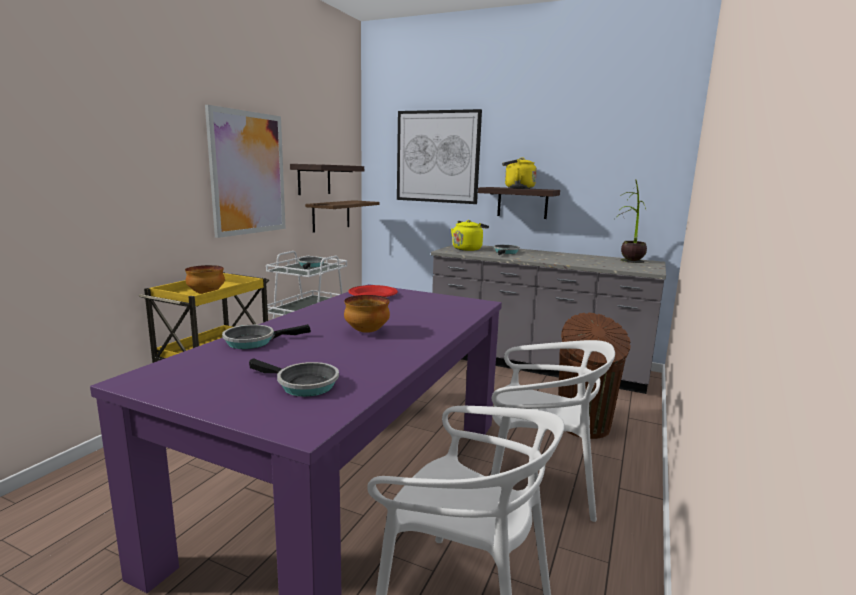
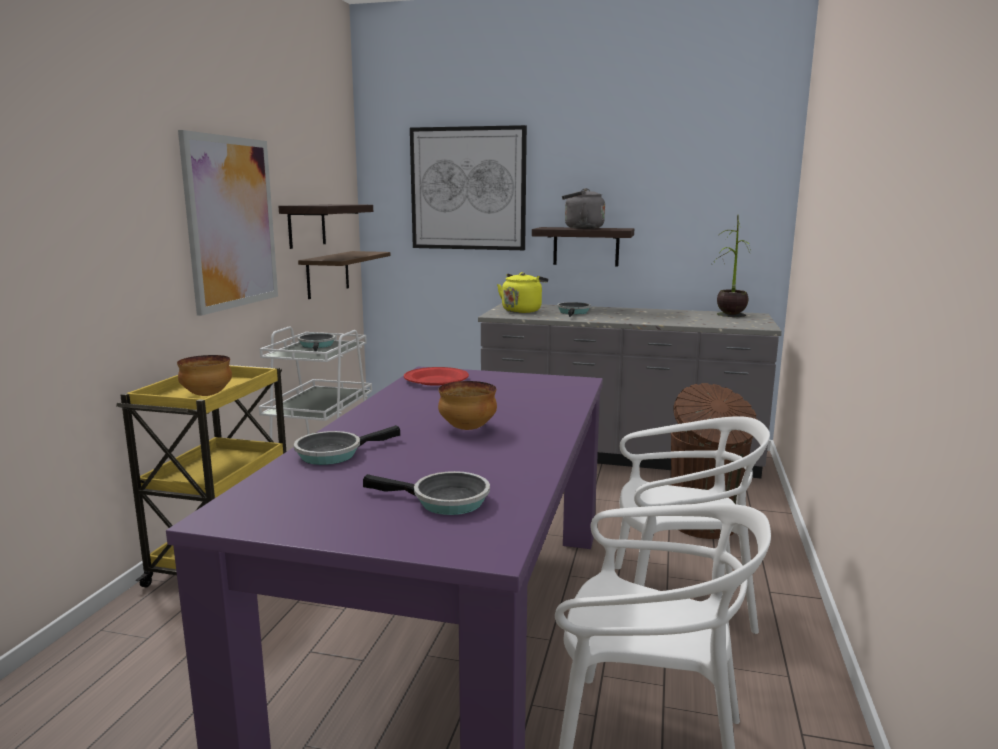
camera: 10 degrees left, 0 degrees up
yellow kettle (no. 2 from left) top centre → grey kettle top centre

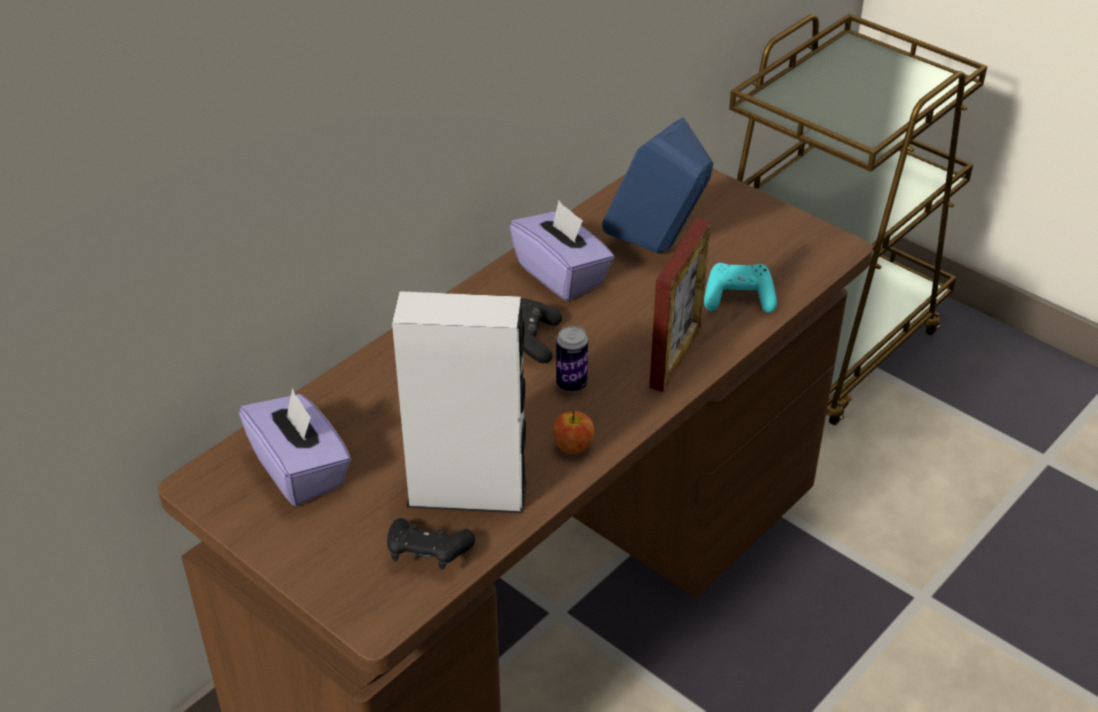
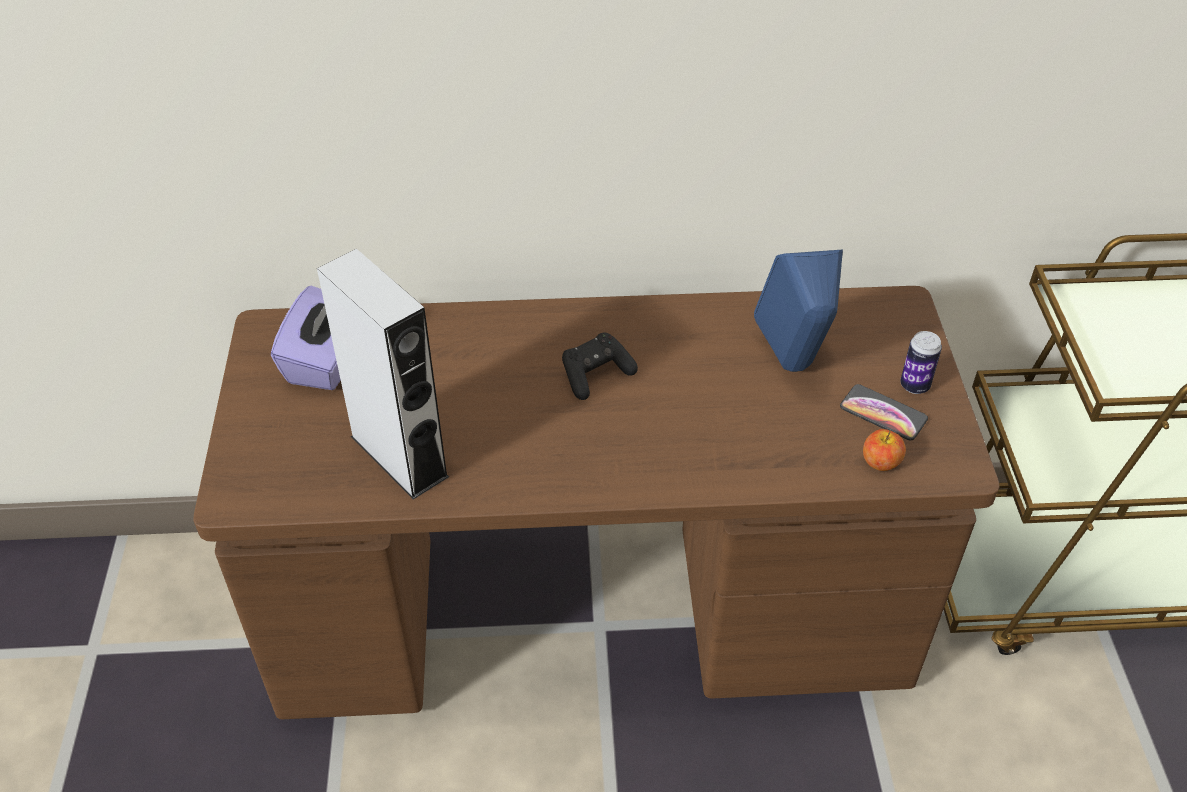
camera: 45 degrees right, 5 degrees up
black game controller (no. 1 from left) bottom centre → -
purple tissue box (no. 2 from left) centre → -
picture frame centre → -
turquoise game controller middle right → -
- → phone middle right
apple centre → apple middle right, shifted
can centre → can middle right, shifted

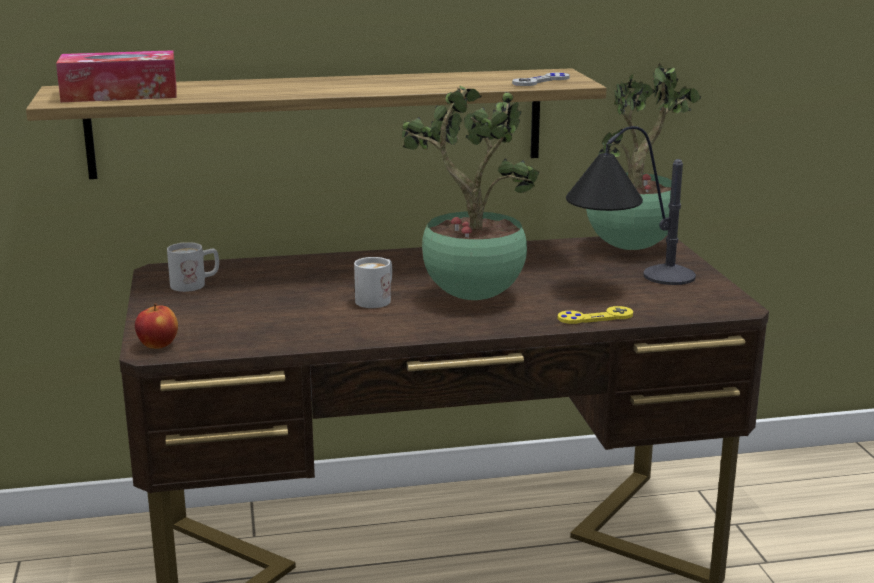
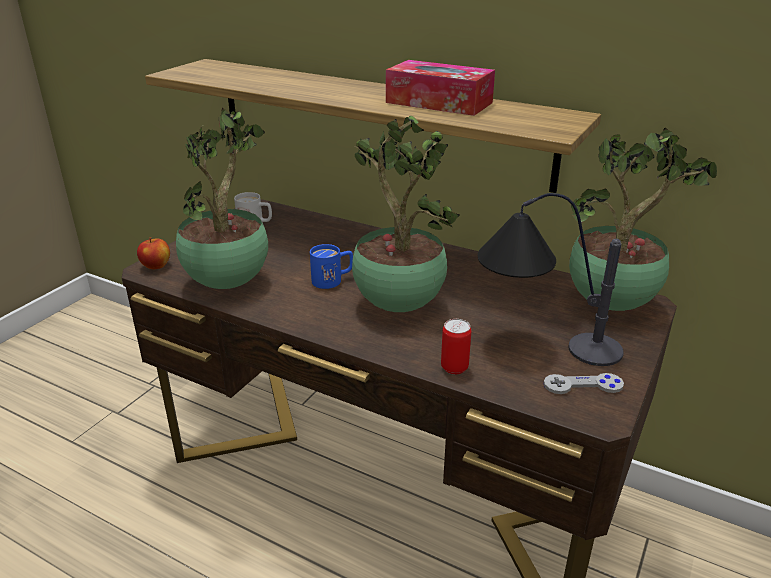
camera: 40 degrees right, 10 degrees up
- → potted plant (no. 1 from left) middle left
tissue box top left → tissue box top centre, shifted
grey game controller top centre → grey game controller middle right, shifted
yellow game controller middle right → can centre
white mug (no. 2 from left) centre → blue mug centre

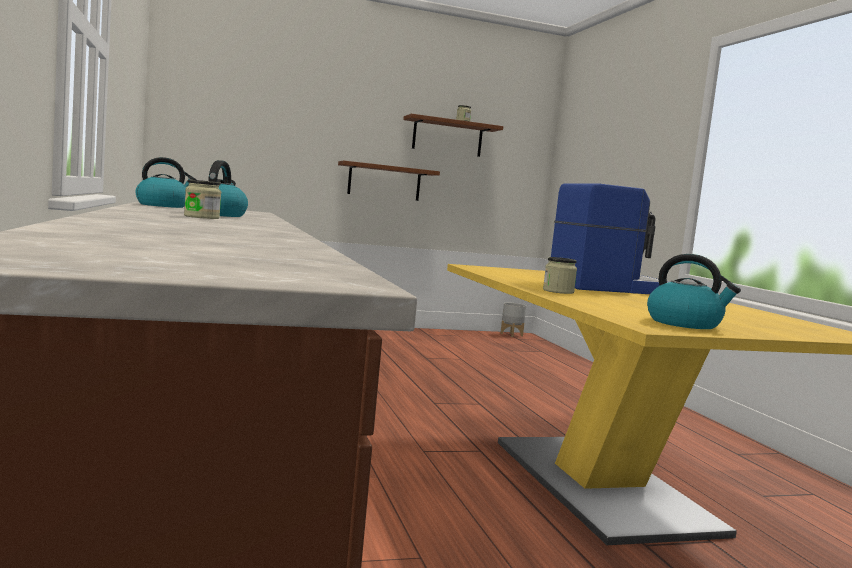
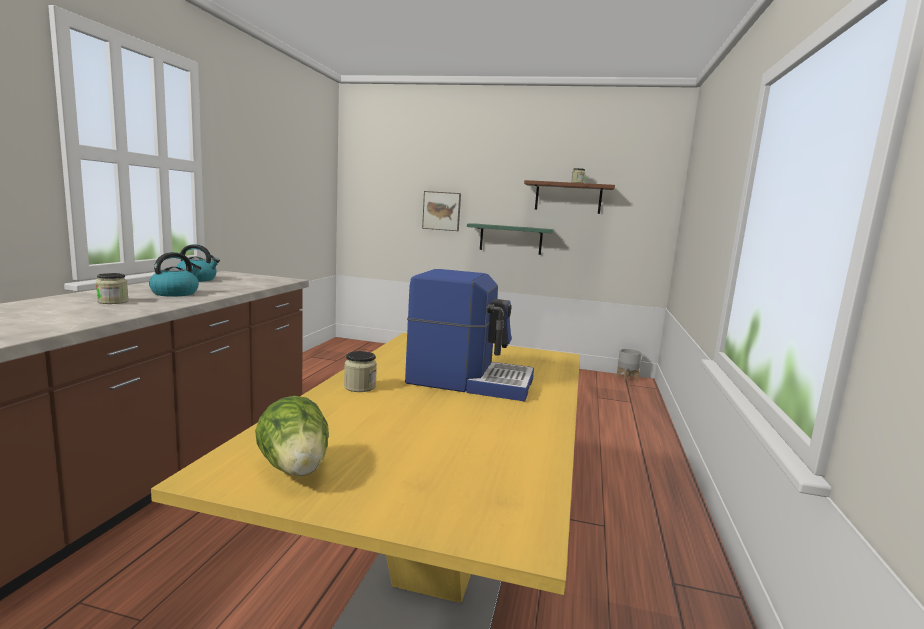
camera: 30 degrees right, 5 degrees up
- → picture centre
kettle (no. 3 from left) middle right → lettuce bottom left
brown shelf (no. 1 from left) top centre → green shelf centre

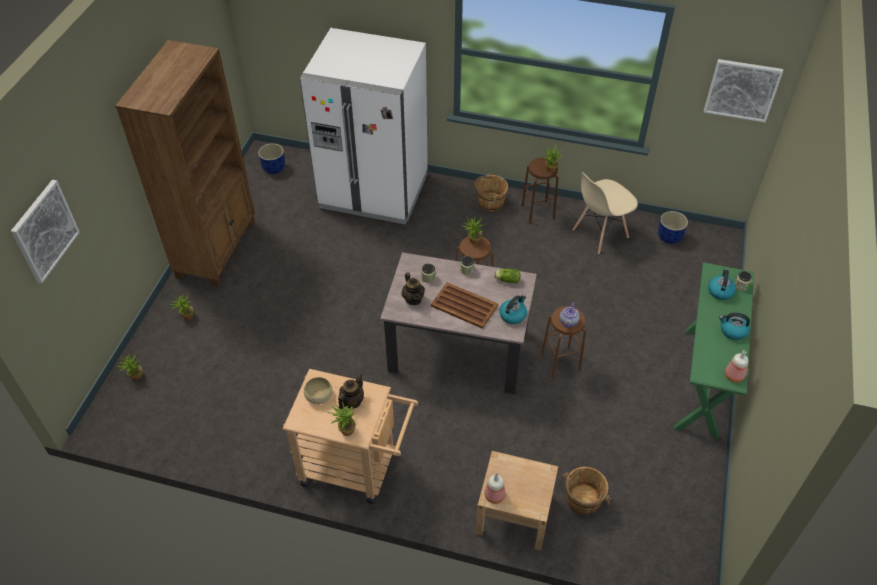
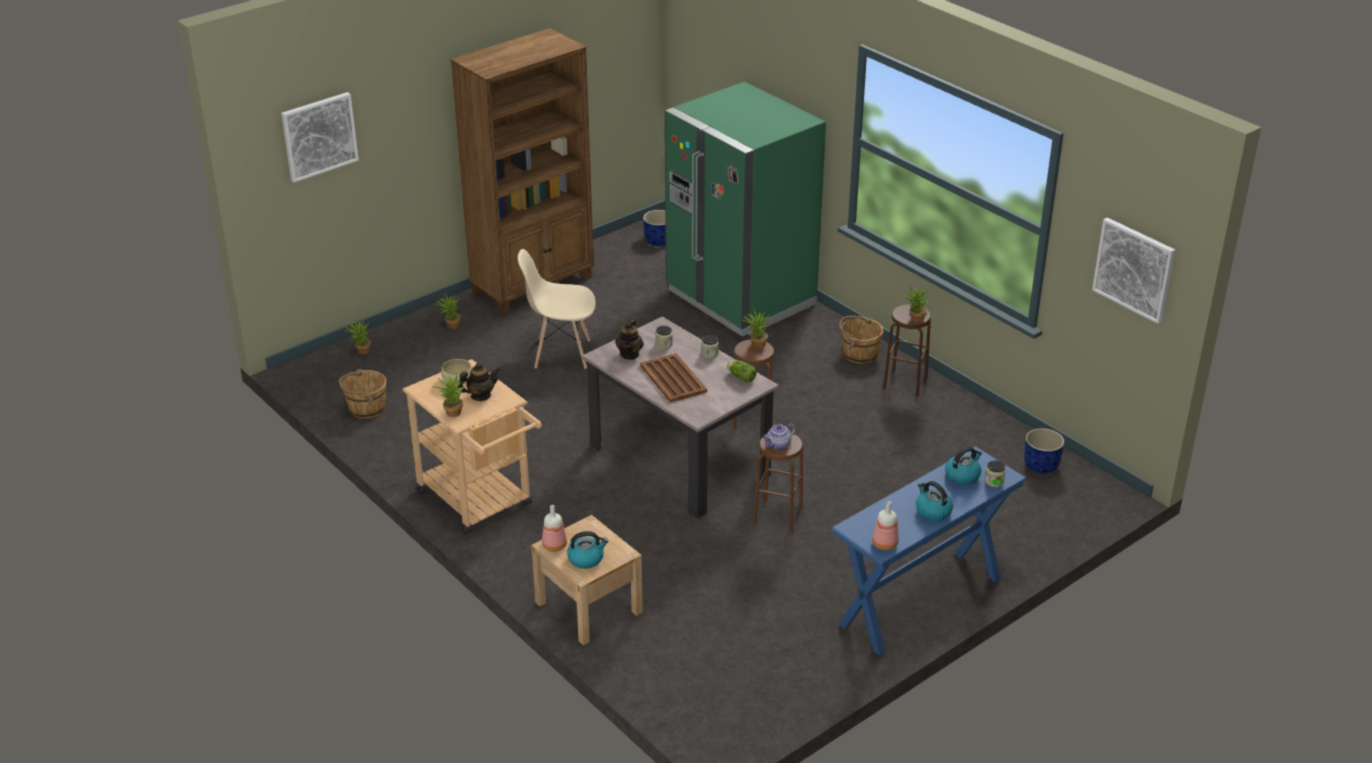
camera: 35 degrees right, 15 degrees down
kettle (no. 1 from left) centre → kettle (no. 1 from left) bottom centre, shifted
brown bucket (no. 2 from left in the first image) bottom right → brown bucket (no. 1 from left) middle left, shifted
beige chair middle right → beige chair centre, shifted
white fridge top centre → green fridge top centre
green console table middle right → blue console table bottom right

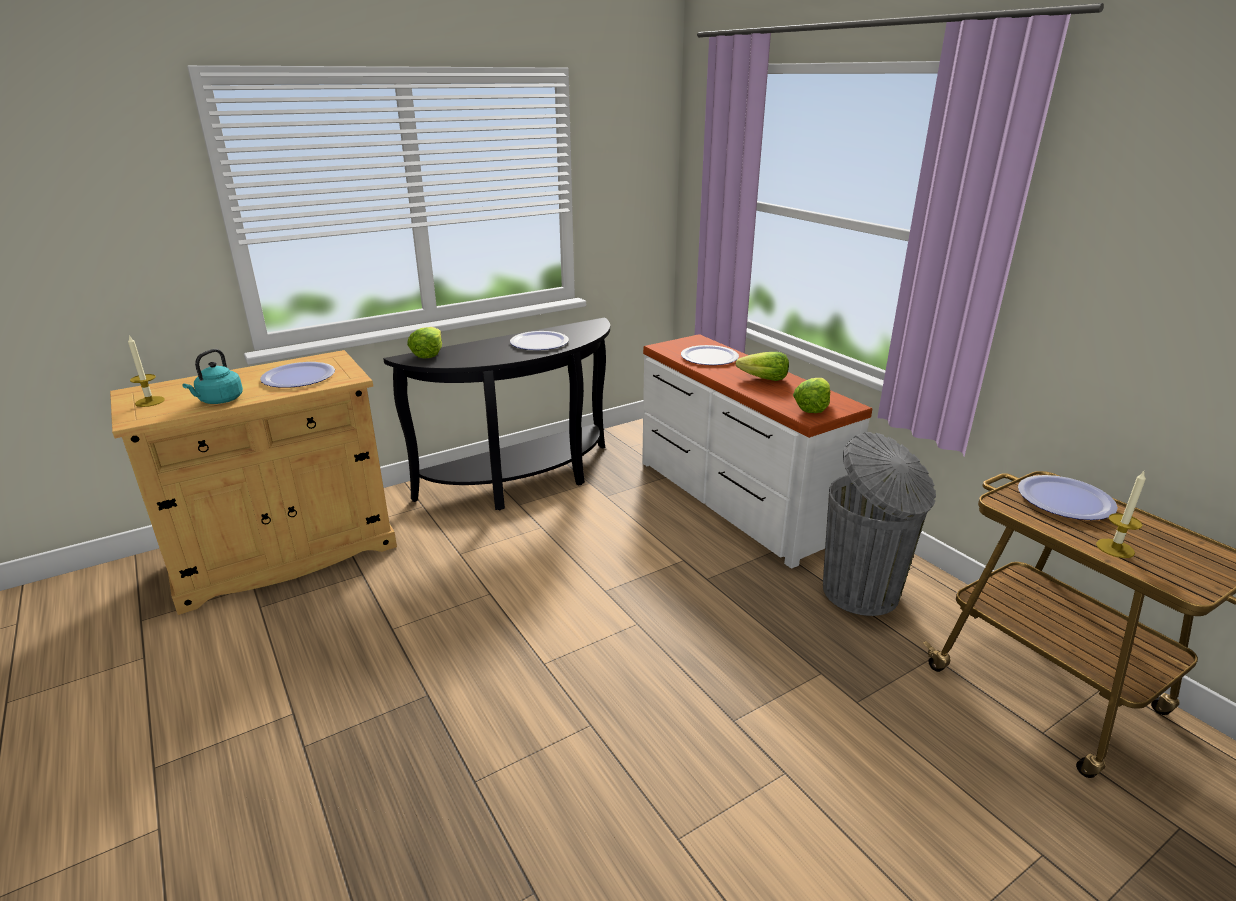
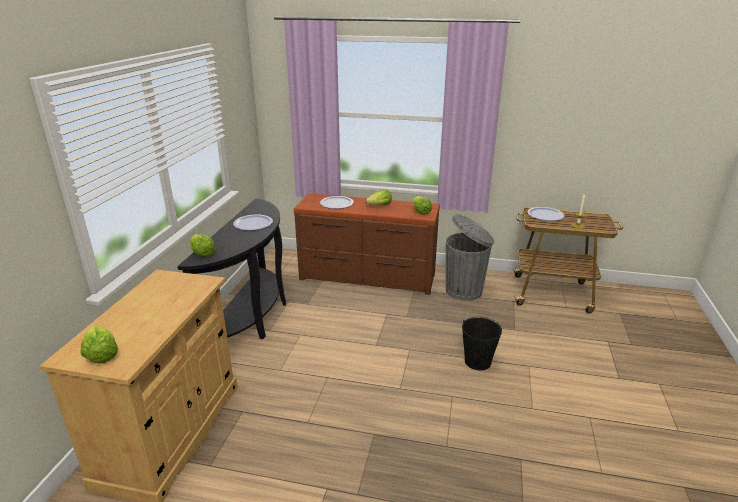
camera: 45 degrees left, 0 degrees up
turquoise kettle middle left → -
plate (no. 1 from left) middle left → -
- → black bucket bottom centre
candle (no. 1 from left) middle left → lettuce (no. 1 from left) bottom left
white dresser centre → brown dresser centre

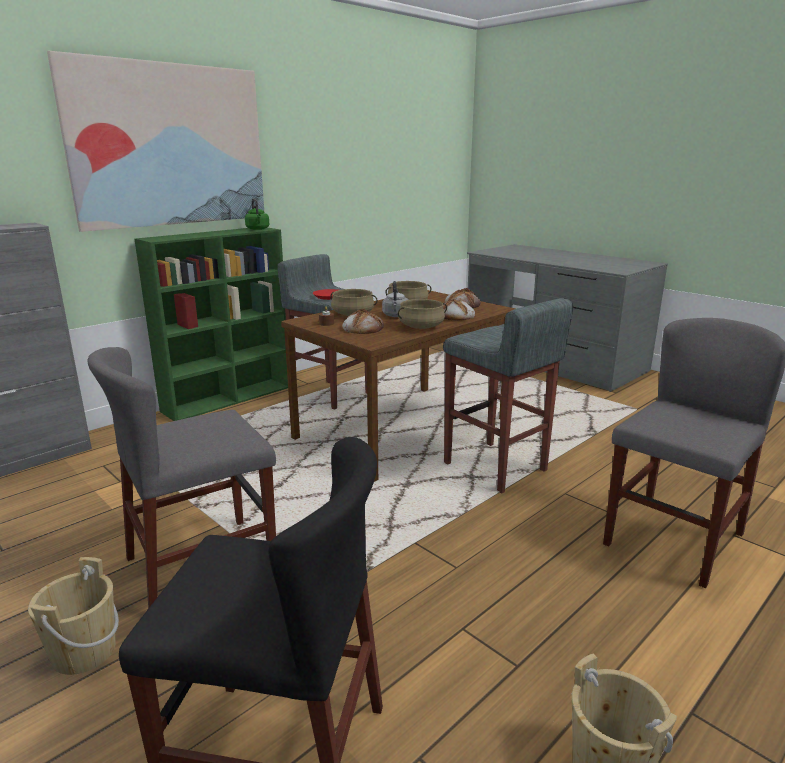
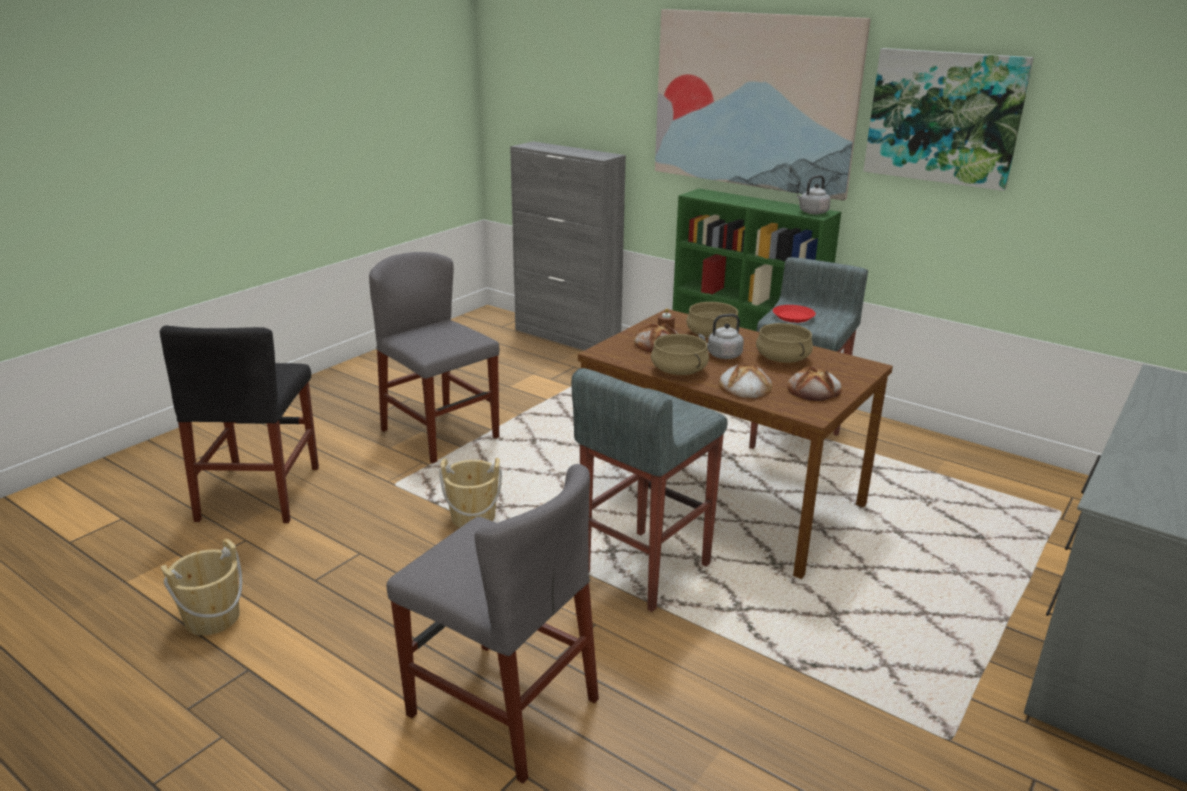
camera: 80 degrees right, 5 degrees up
- → picture (no. 2 from left) top right
beige bucket (no. 1 from left in the first image) bottom left → beige bucket (no. 2 from left) centre, shifted
green kettle top left → grey kettle (no. 2 from left) top right

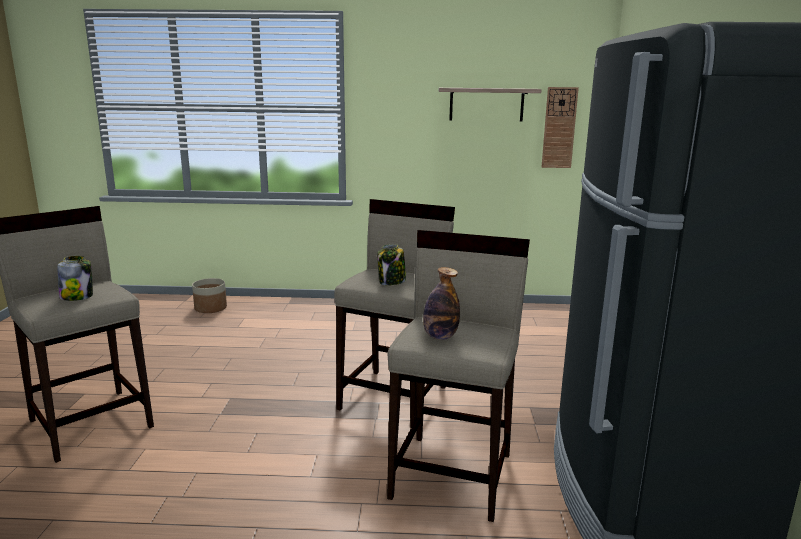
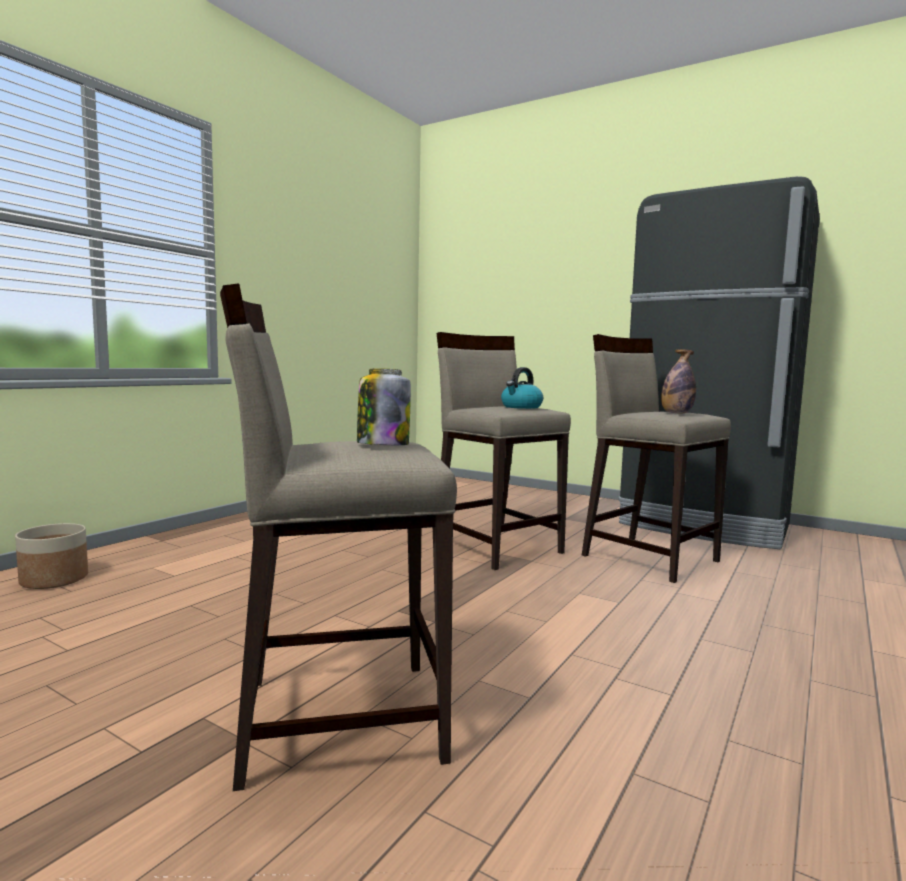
camera: 60 degrees left, 10 degrees down
shelf top centre → -
wall clock top right → -
jar (no. 2 from left) centre → kettle centre

